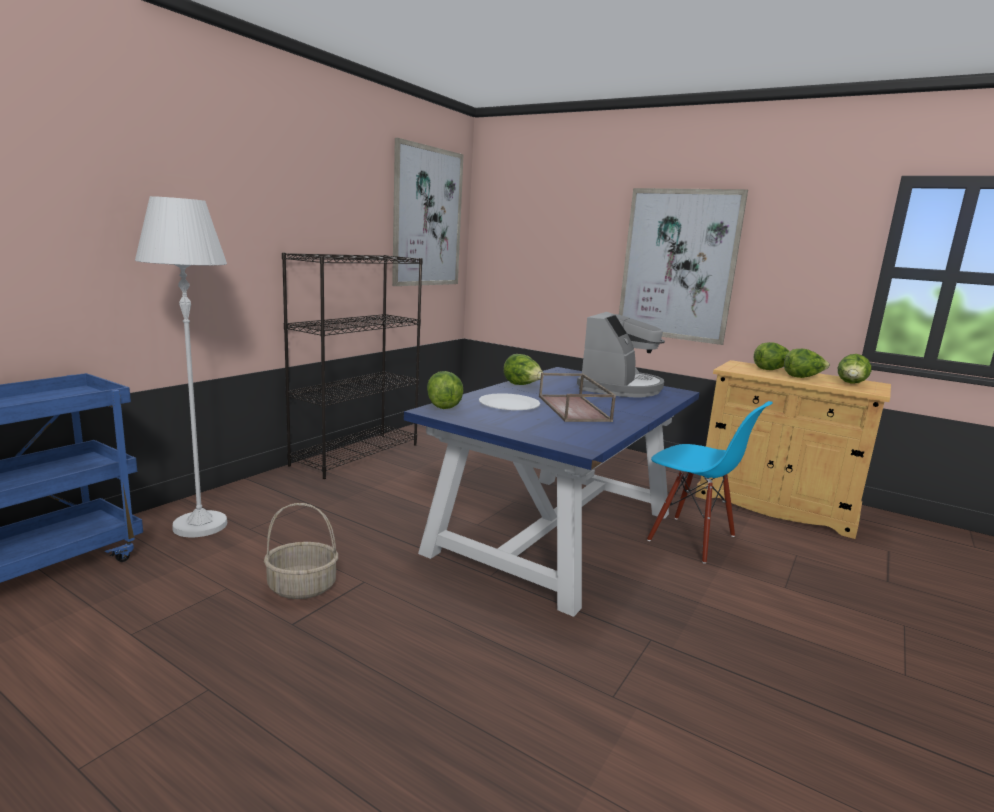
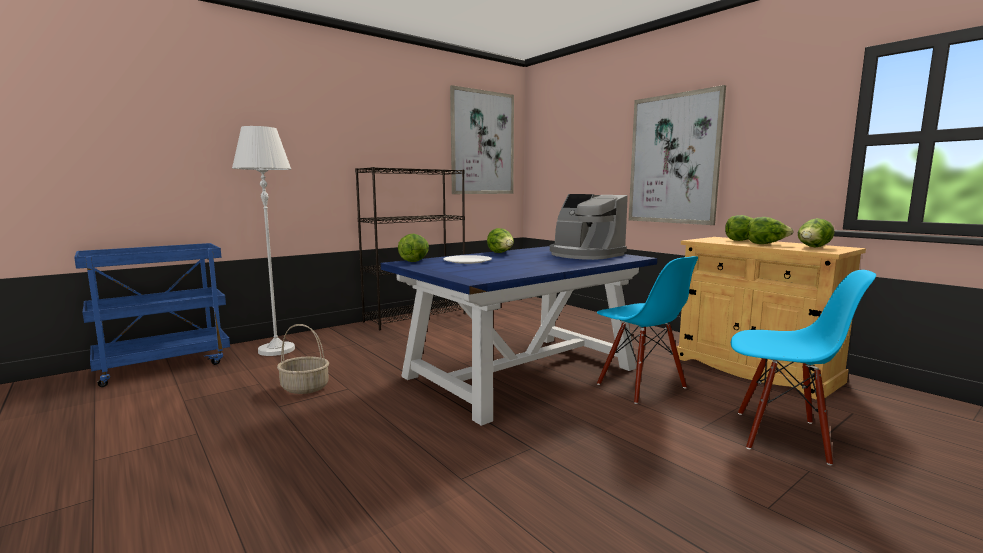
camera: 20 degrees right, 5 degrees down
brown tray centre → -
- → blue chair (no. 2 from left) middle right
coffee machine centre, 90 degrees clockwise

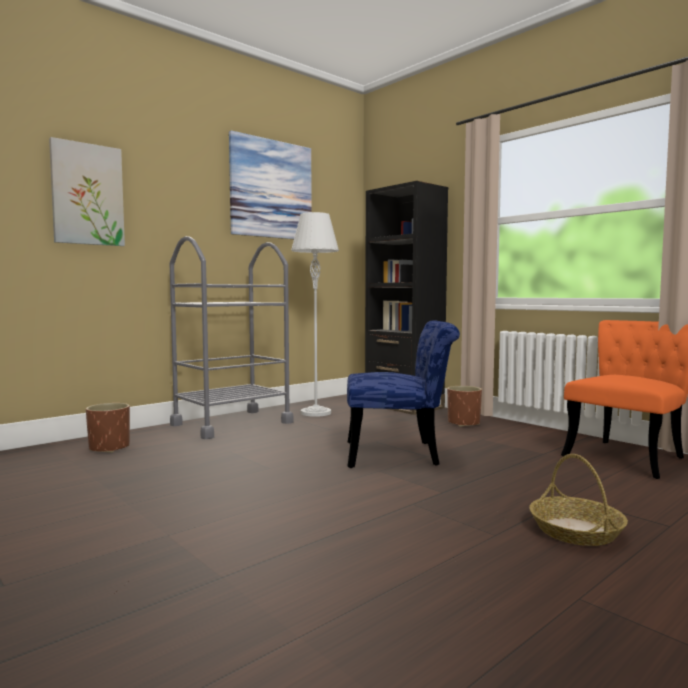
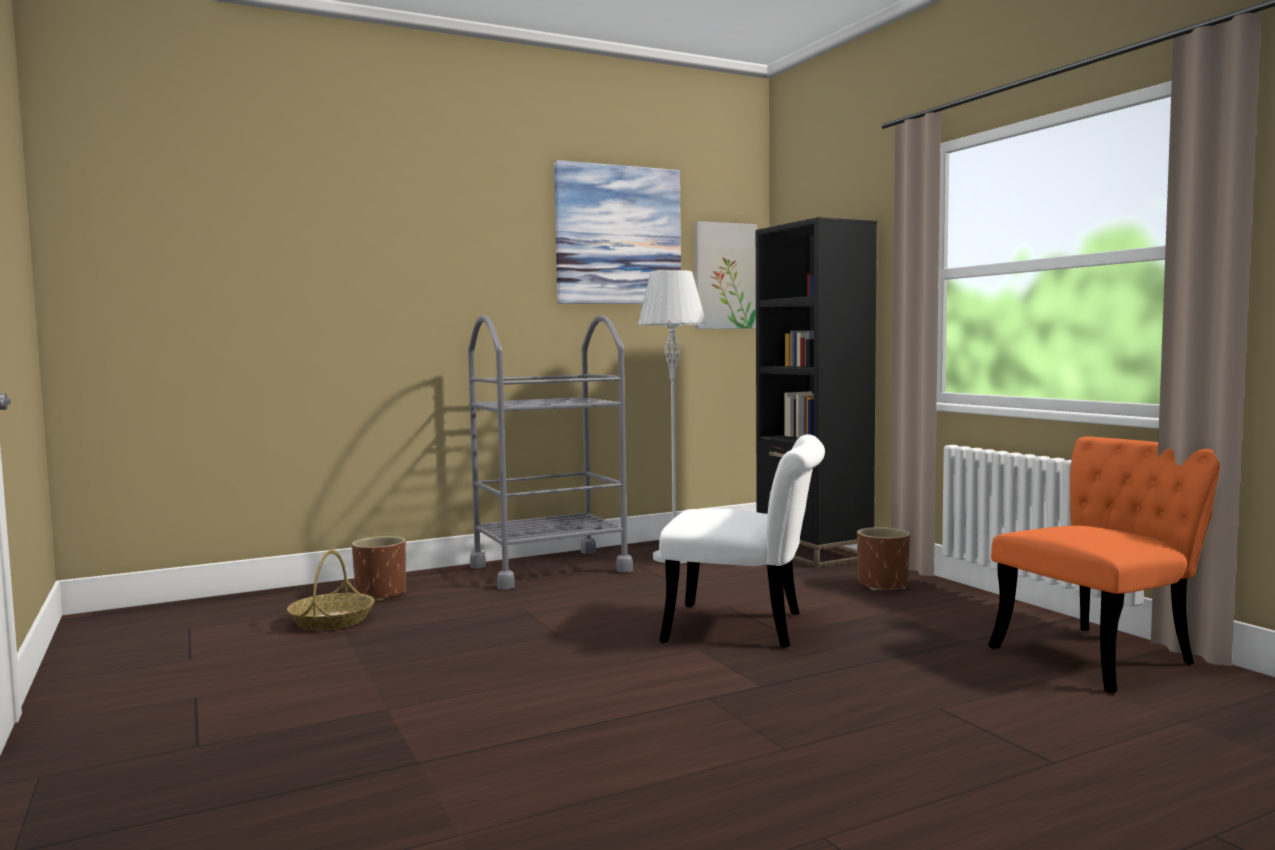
camera: 15 degrees right, 0 degrees up
picture (no. 1 from left in the first image) top left → picture (no. 2 from left) top centre, shifted
basket bottom right → basket bottom left, shifted
blue chair centre → white chair centre

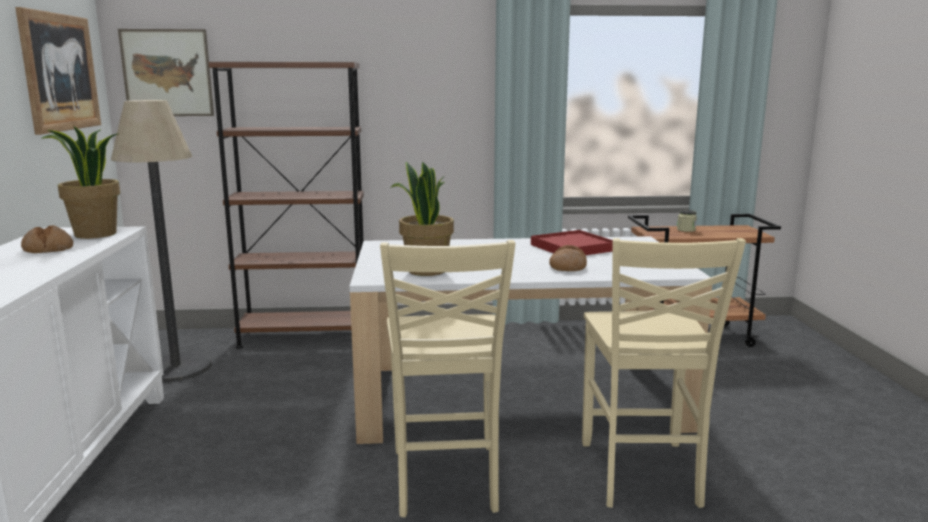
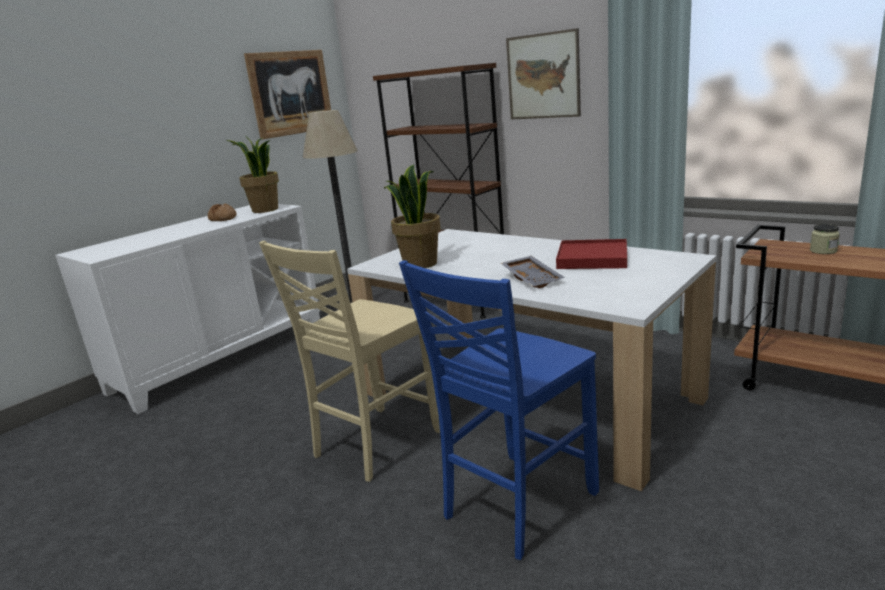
camera: 45 degrees right, 5 degrees up
picture (no. 2 from left) top left → picture (no. 2 from left) top centre, shifted
bread (no. 2 from left) centre → grey tray centre
beige chair (no. 2 from left) bottom right → blue chair bottom centre

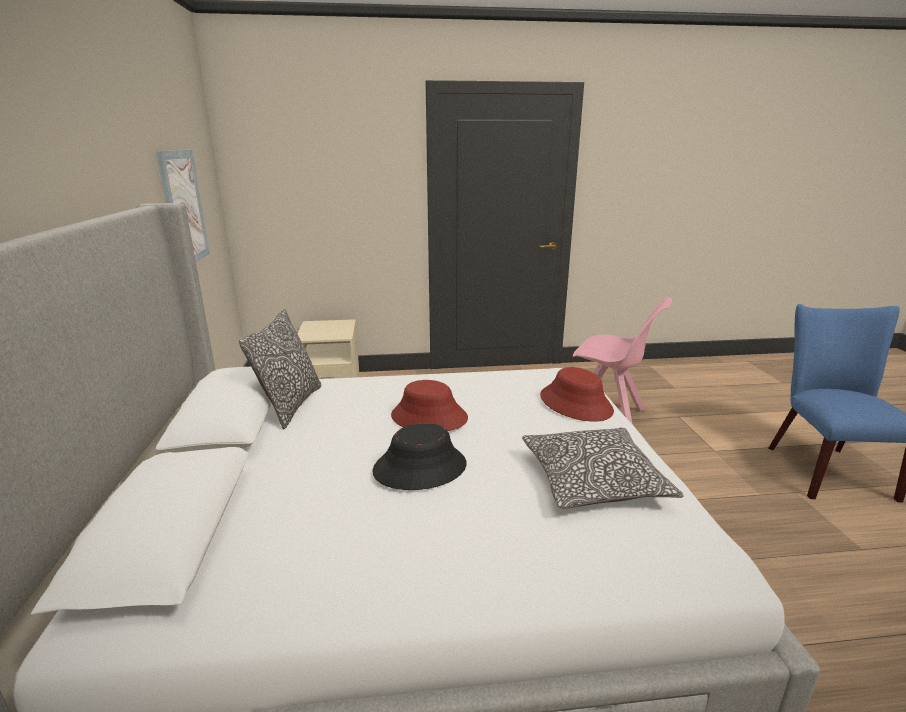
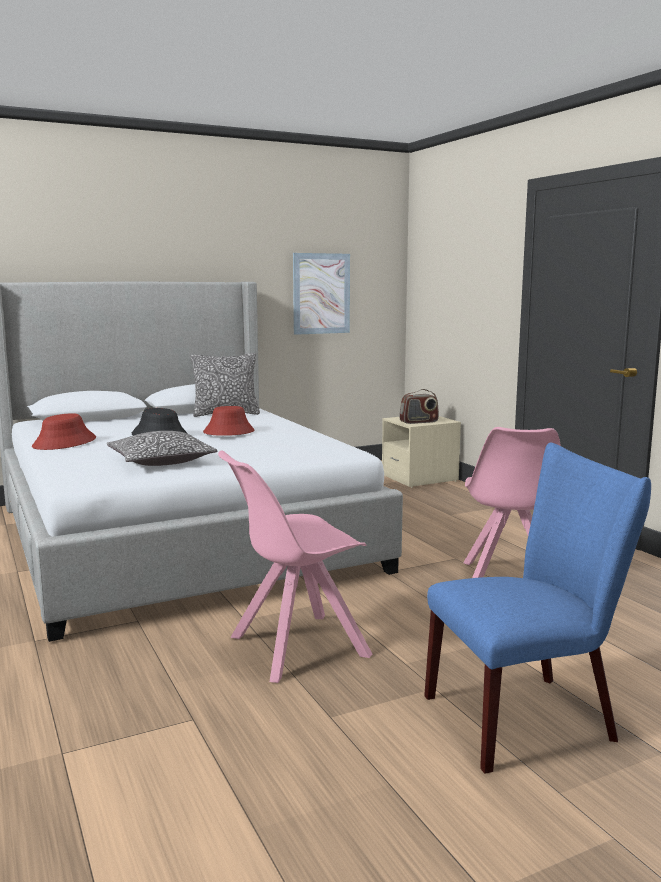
camera: 70 degrees right, 10 degrees down
- → pink chair (no. 1 from left) centre
- → radio centre
red hat (no. 2 from left in the first image) centre → red hat (no. 1 from left) middle left, shifted

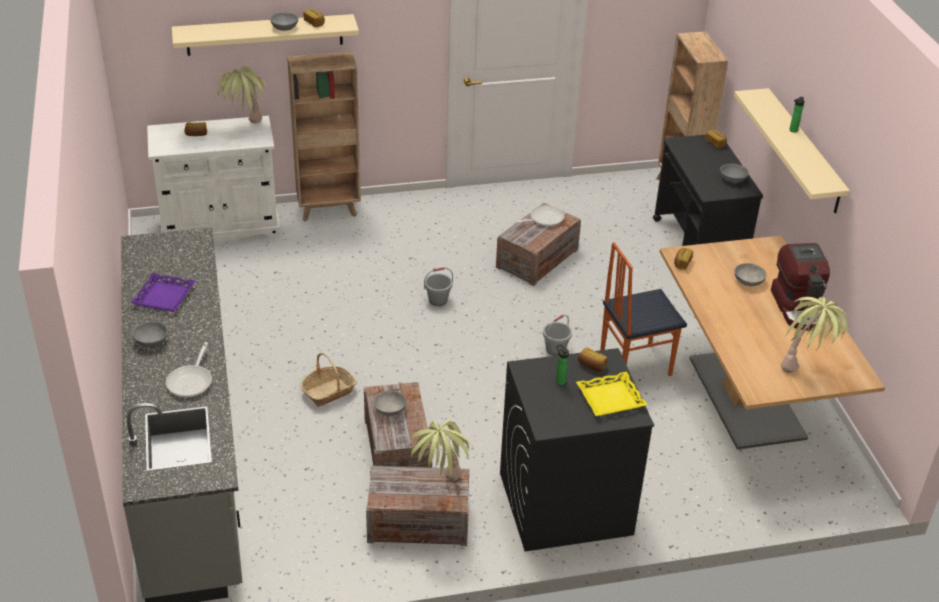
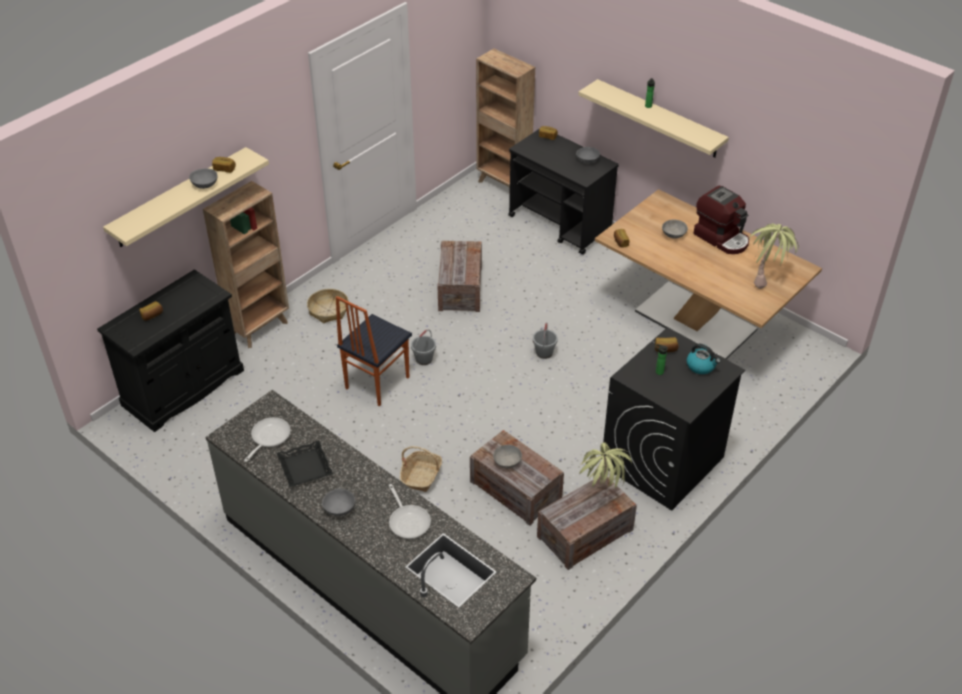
camera: 35 degrees left, 5 degrees up
potted plant (no. 1 from left) top left → -
- → basket (no. 1 from left) centre
frying pan (no. 2 from left in the first image) centre → frying pan (no. 1 from left) middle left, shifted
chair middle right → chair centre, shifted
yellow tray centre → kettle middle right
purple tray middle left → black tray bottom left
white cabinet top left → black cabinet middle left

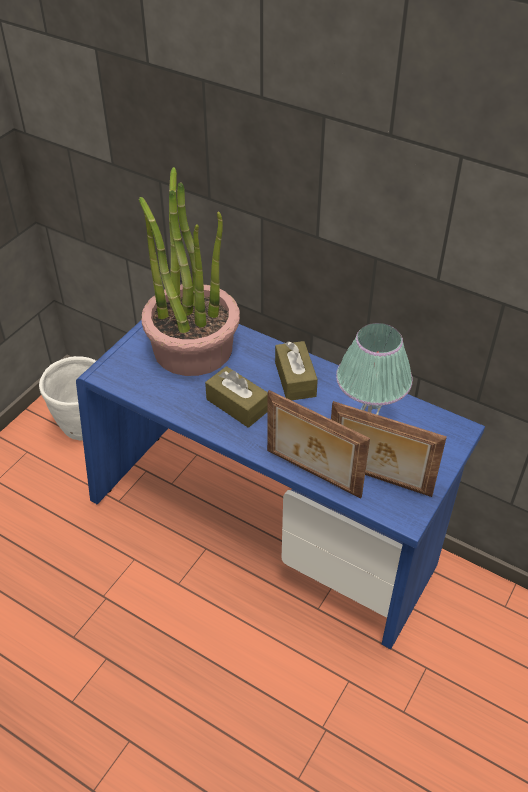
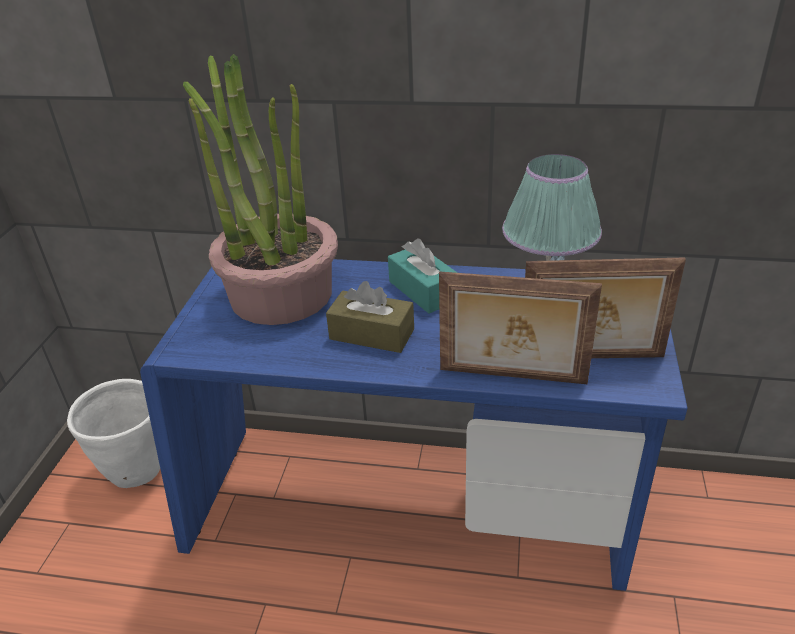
camera: 20 degrees left, 10 degrees down
brown tissue box (no. 2 from left) centre → turquoise tissue box centre

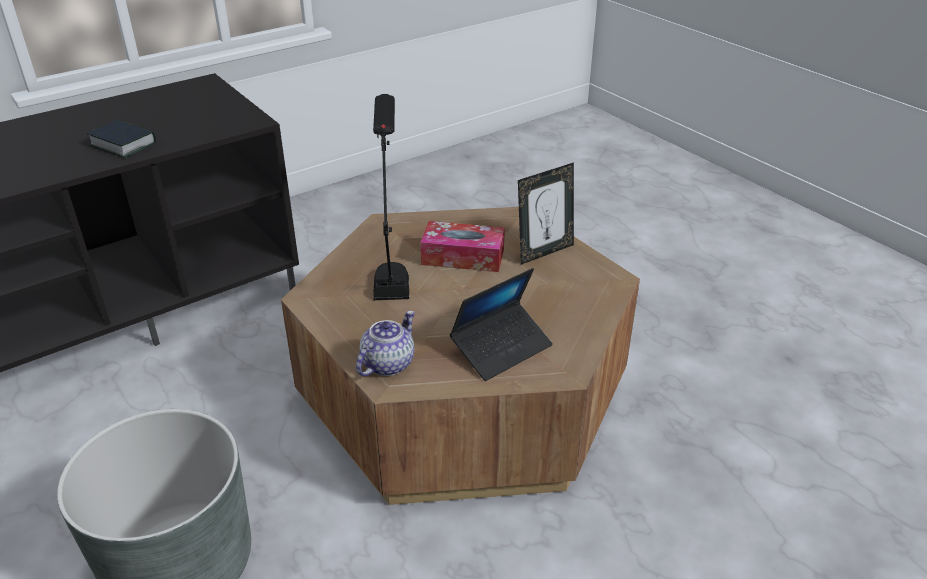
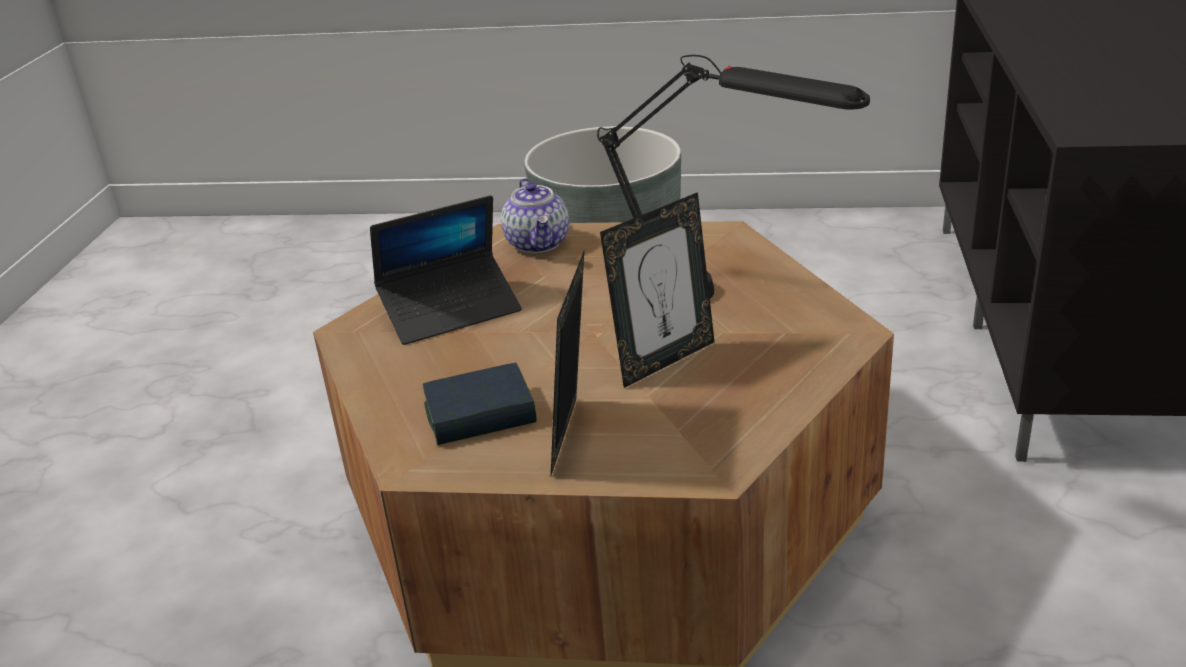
camera: 135 degrees right, 5 degrees down
book top left → book centre, shifted
tissue box centre → picture frame (no. 2 from left) centre
laptop centre, 120 degrees counterclockwise

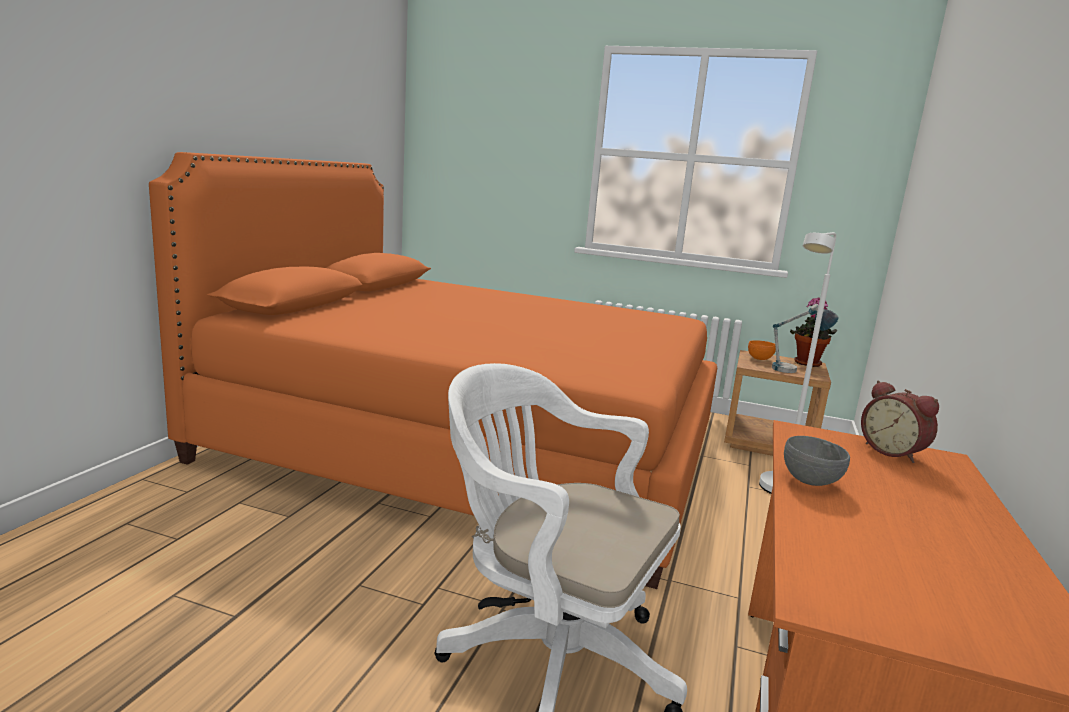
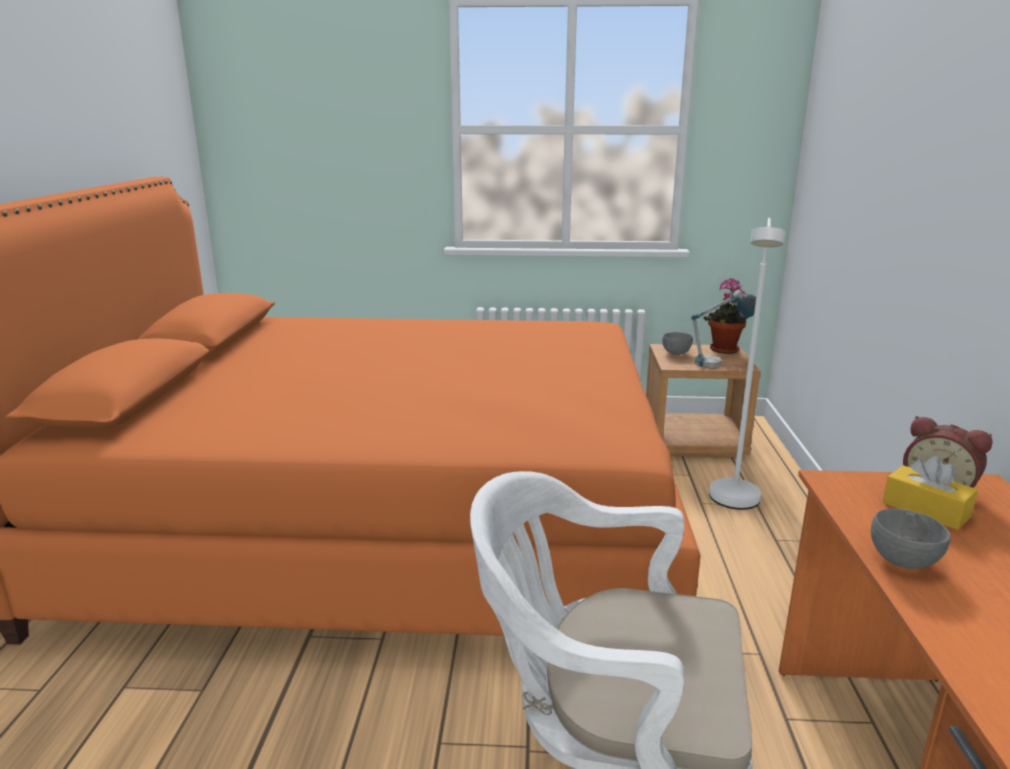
camera: 15 degrees left, 5 degrees up
- → yellow tissue box middle right
orange bowl middle right → grey bowl (no. 1 from left) middle right

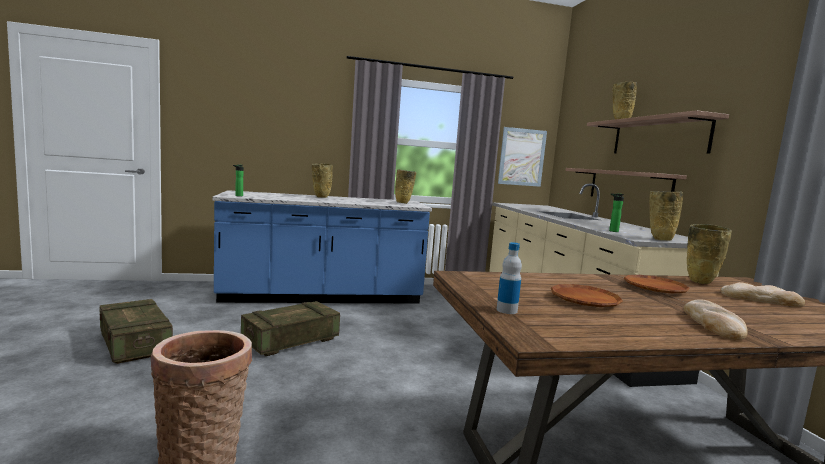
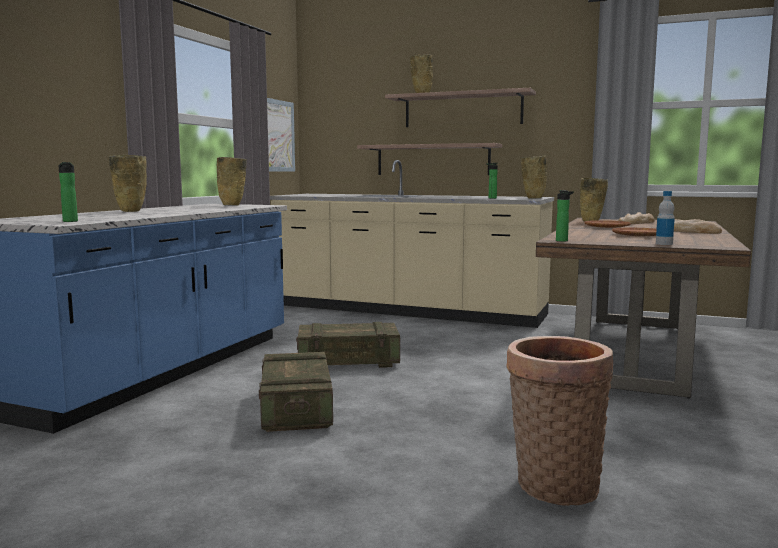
camera: 55 degrees left, 0 degrees up
- → bottle (no. 3 from left) middle right
crate (no. 1 from left in the first image) bottom left → crate (no. 2 from left) centre, shifted

